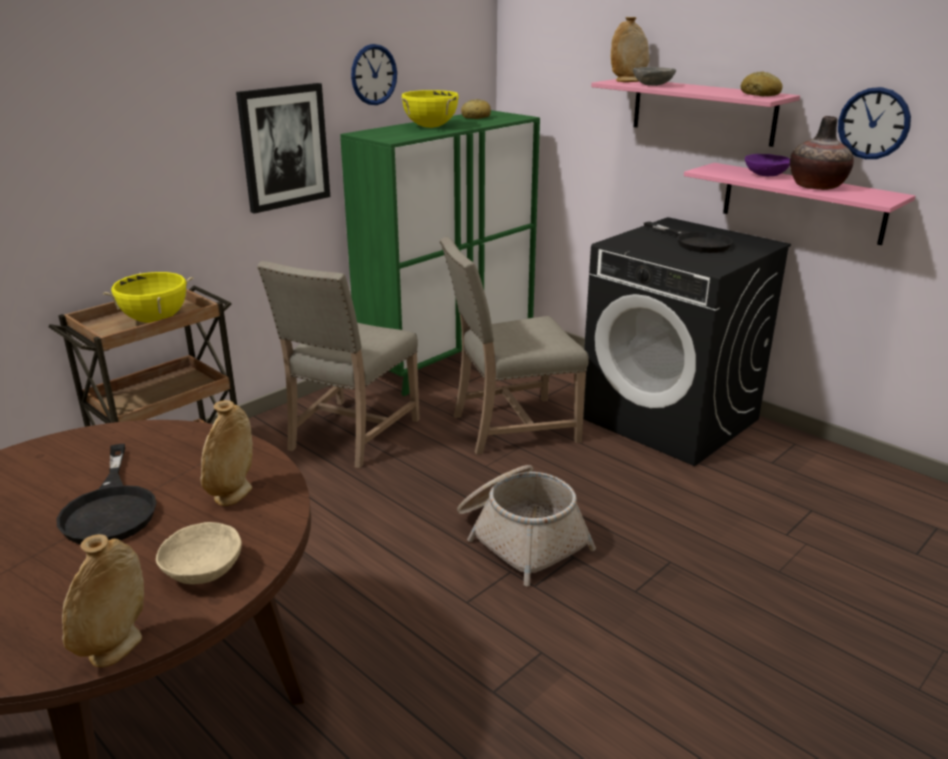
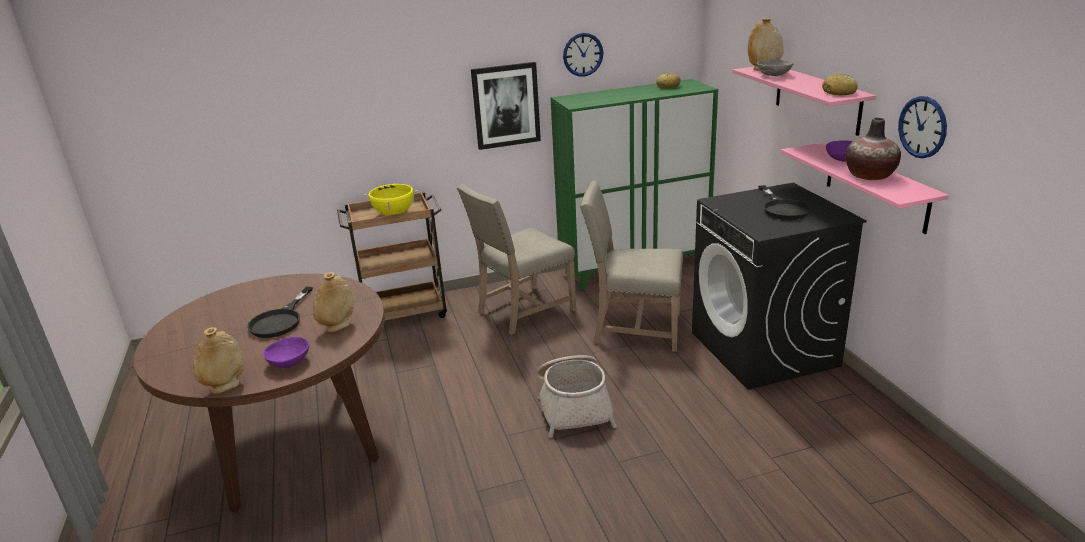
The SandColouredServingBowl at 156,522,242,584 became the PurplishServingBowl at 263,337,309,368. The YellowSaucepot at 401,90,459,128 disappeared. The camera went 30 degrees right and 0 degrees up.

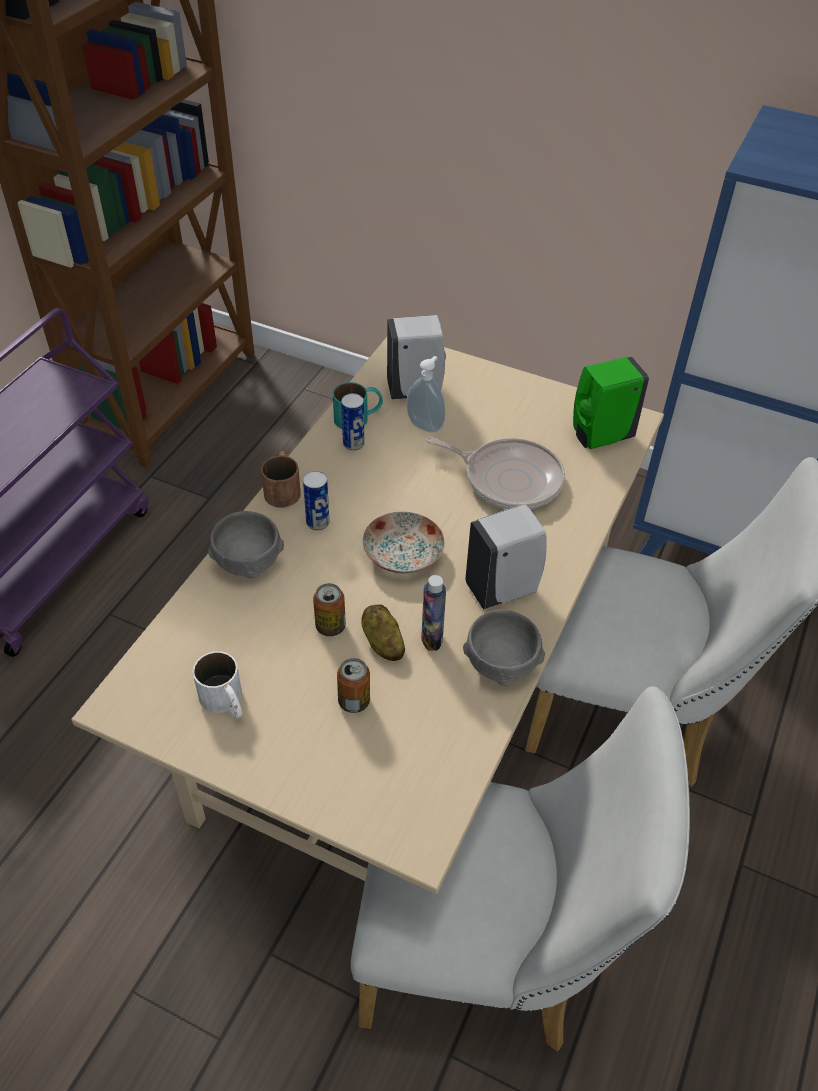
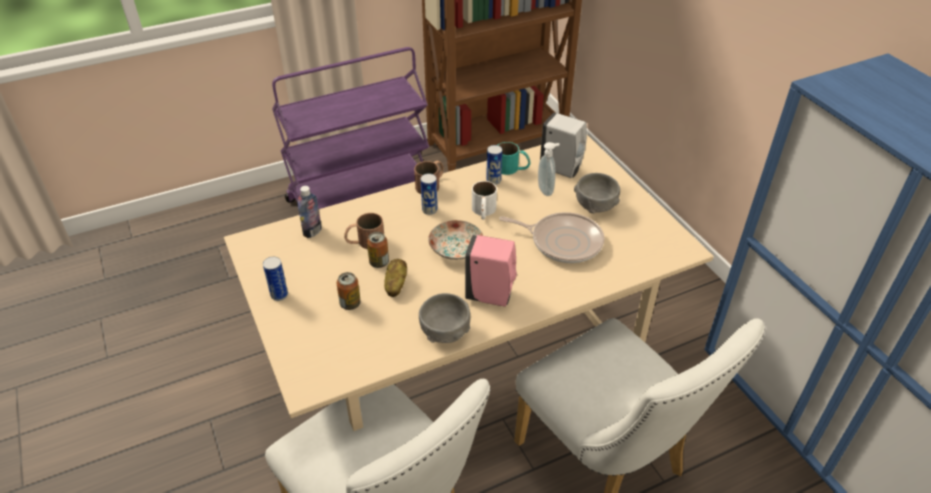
The WhitishTeaMug moved from 193,651,242,719 to 472,181,497,220. The GreyServingBowl moved from 208,511,284,579 to 574,173,620,213. The BeverageBottle moved from 421,575,446,651 to 297,186,322,238. The Skillet at 425,437,565,509 turned 45 degrees counterclockwise. The WhitishSoapBottle at 465,504,546,609 became the PinkColouredSoapBottle at 465,235,517,307. The GreenishSoapBottle at 573,357,649,449 disappeared. The SealedCan at 263,257,288,301 appeared. The BrownColouredTeaMug at 344,213,384,249 appeared. The camera went 40 degrees right and 5 degrees down.

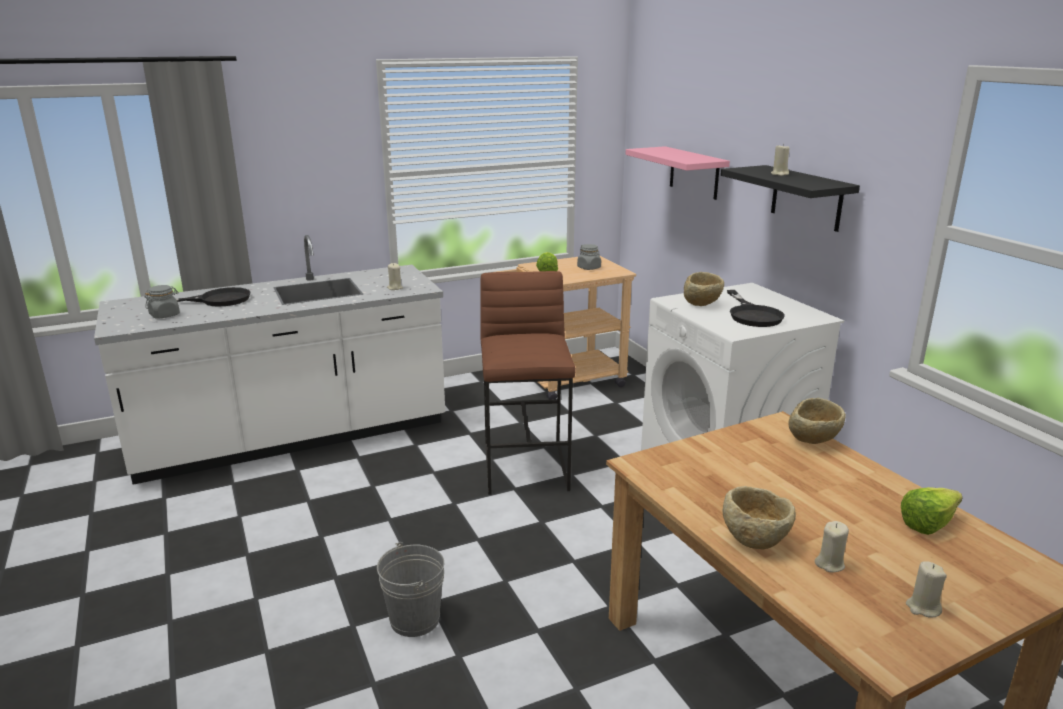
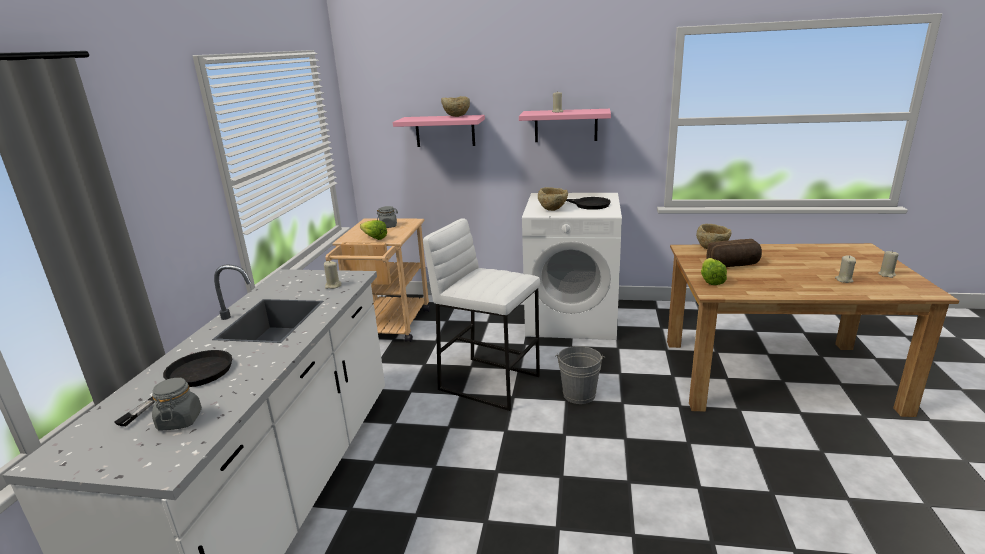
The GreyPail moved from 377,542,444,637 to 555,346,605,404. The BrownColouredStoolSeat at 480,271,576,495 became the WhitishStoolSeat at 423,218,540,411. The BlackShelf at 721,165,860,232 became the PinkColouredShelf at 519,109,611,142. The SandColouredServingBowl moved from 722,486,796,549 to 441,96,470,117. The Lettuce moved from 901,487,963,535 to 701,258,727,285. The Bread at 706,239,762,267 appeared. The camera went 55 degrees left and 0 degrees up.

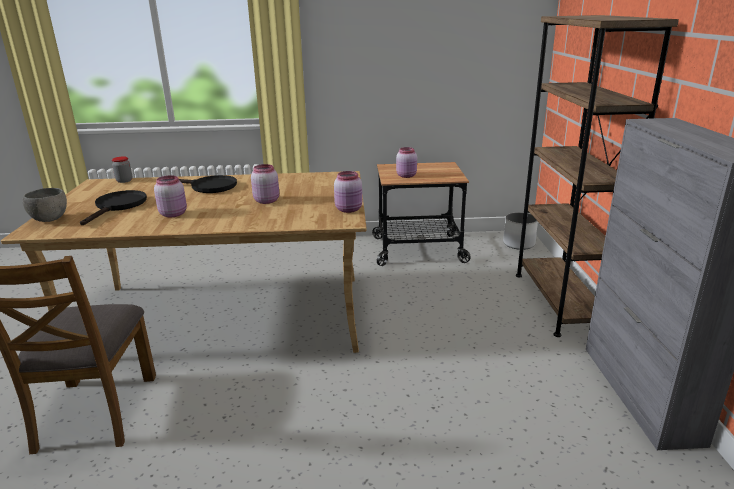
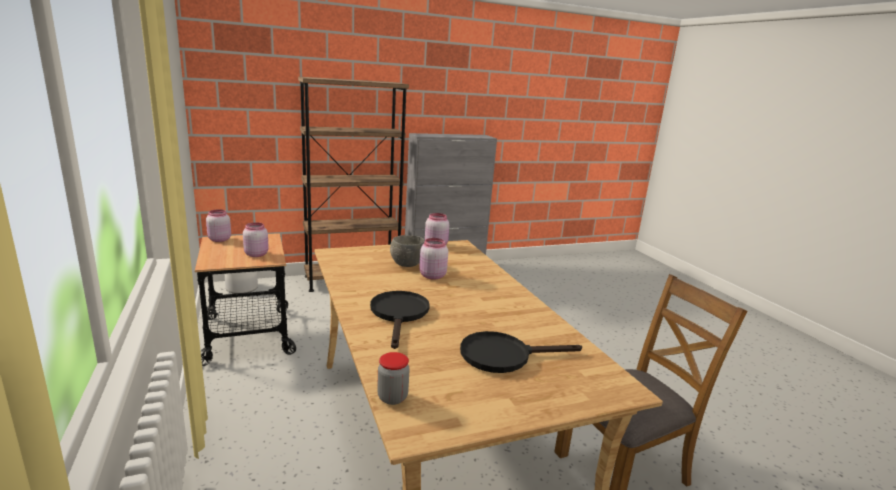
The GreyServingBowl moved from 23,188,67,222 to 390,235,425,267. The PinkColouredJar moved from 154,175,187,217 to 206,210,231,242. The camera went 110 degrees left and 5 degrees down.

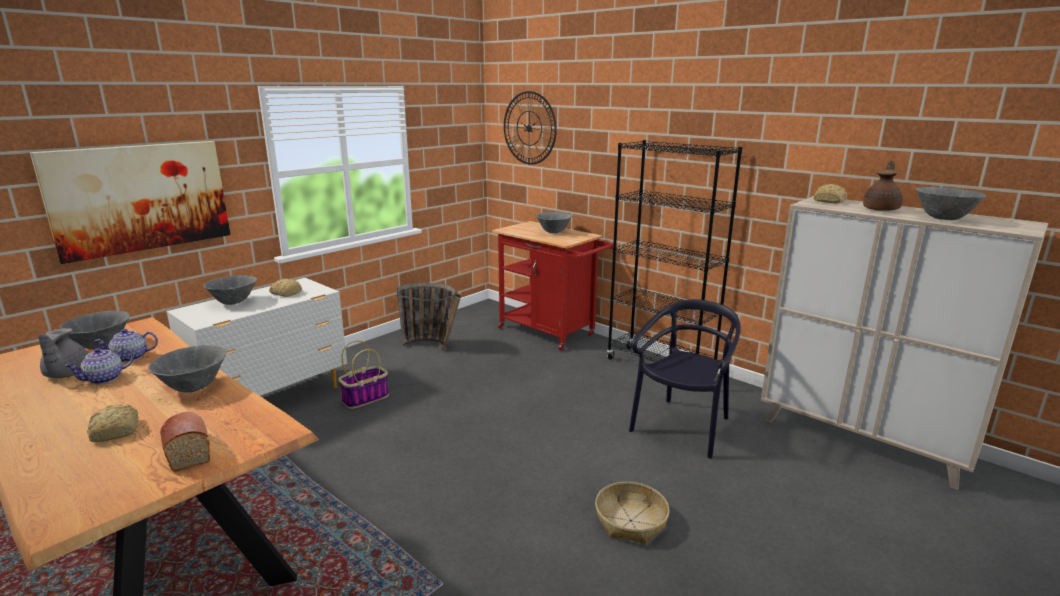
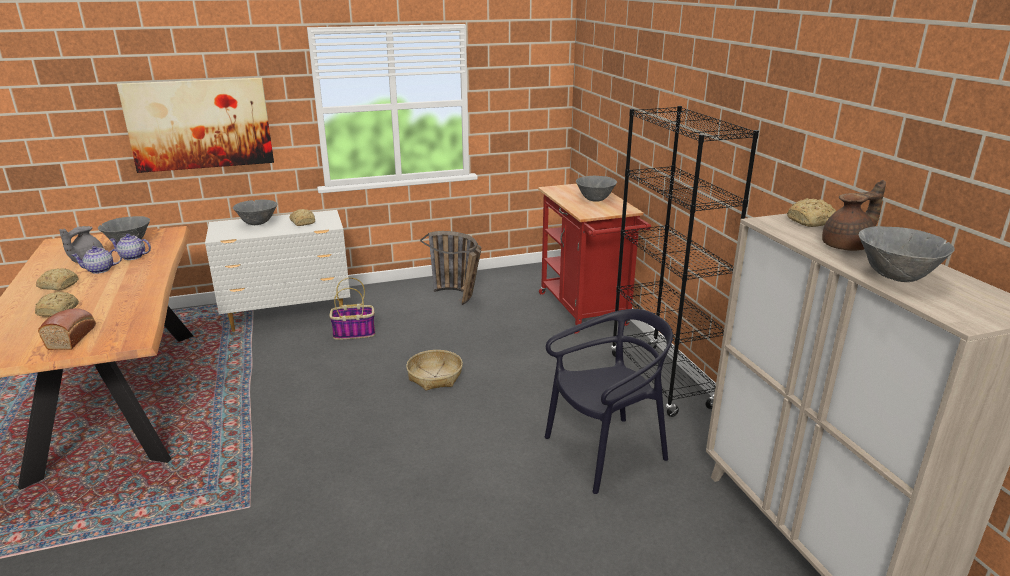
The GreyServingBowl at 148,345,226,393 disappeared. The WallClock at 504,91,557,165 disappeared. The Basket moved from 595,482,669,544 to 406,350,463,390. The Bread at 36,268,78,290 appeared. The camera went 30 degrees right and 5 degrees up.

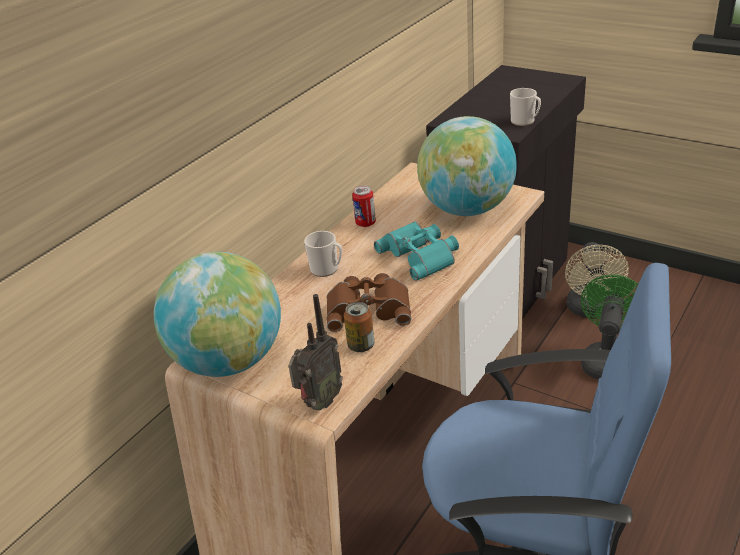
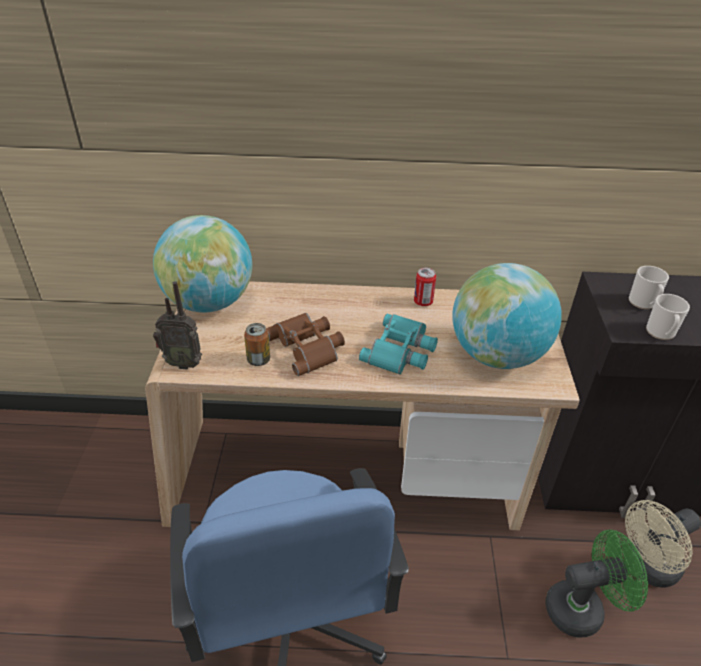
The TeaMug moved from 304,231,342,277 to 629,266,669,309. The camera went 55 degrees right and 5 degrees up.

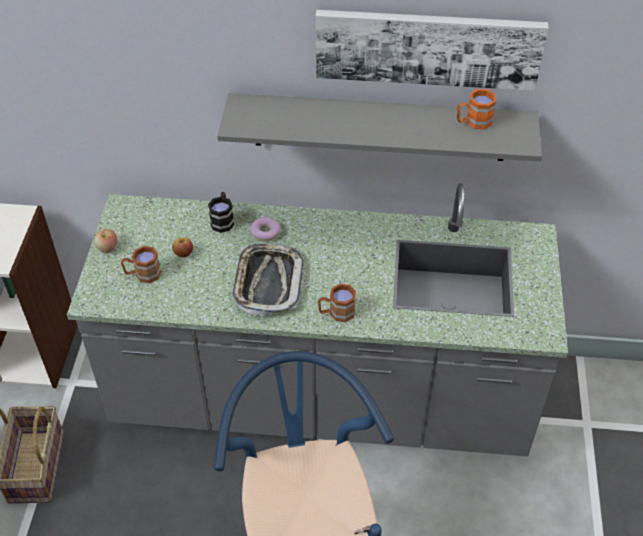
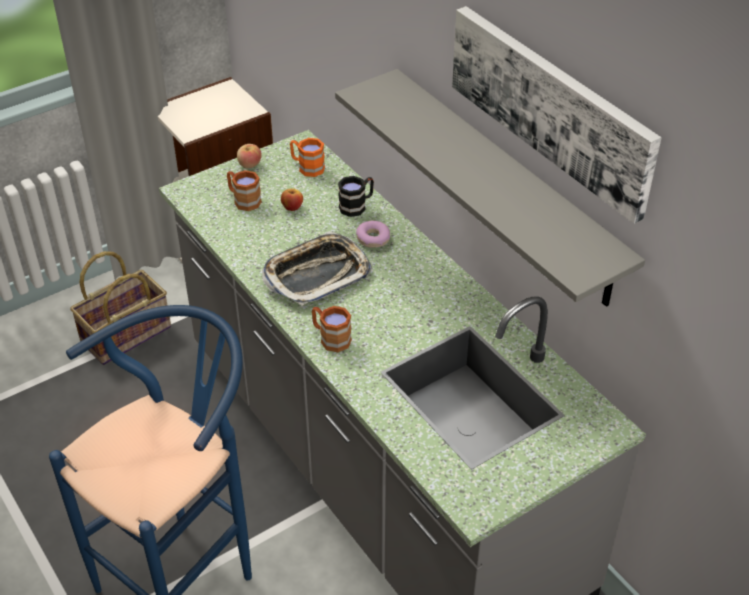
The OrangeTeaMug moved from 457,89,496,130 to 290,138,325,177. The camera went 50 degrees right and 5 degrees down.

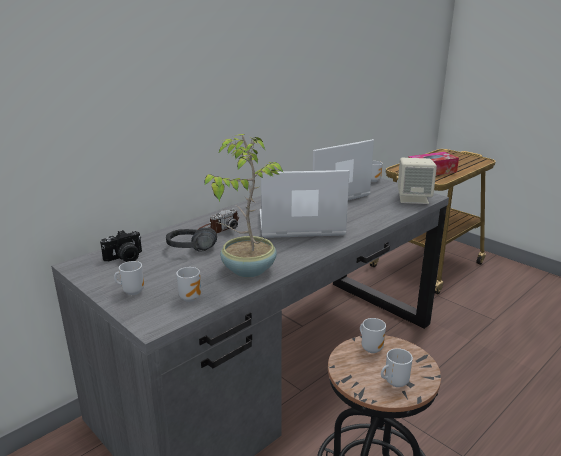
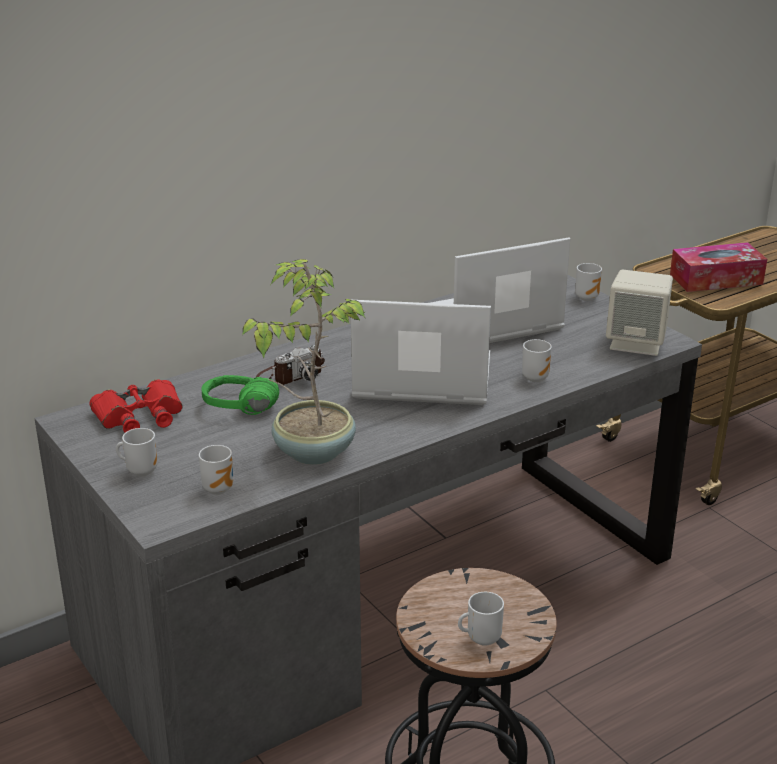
The StillCamera at 100,230,142,262 was replaced by the RedPairOfBinoculars at 89,379,183,433. The BlackHeadphones at 166,228,217,252 became the GreenishHeadphones at 201,375,279,415. The TeaMug moved from 360,318,386,353 to 522,339,552,382. The camera went 10 degrees right and 5 degrees up.

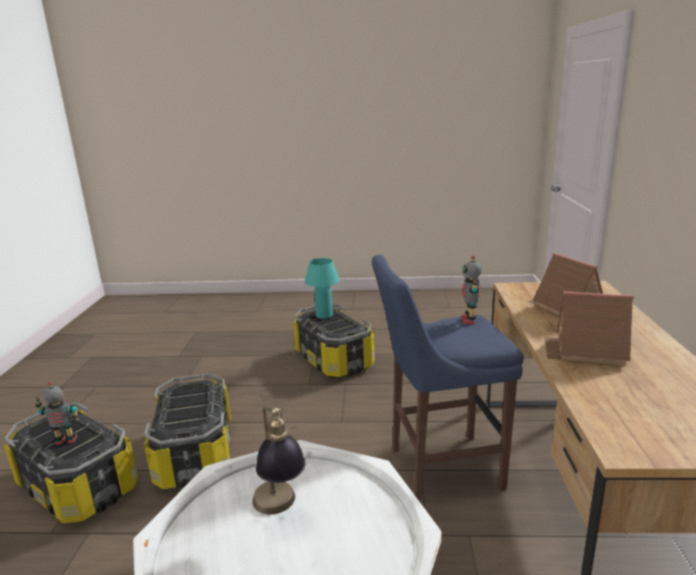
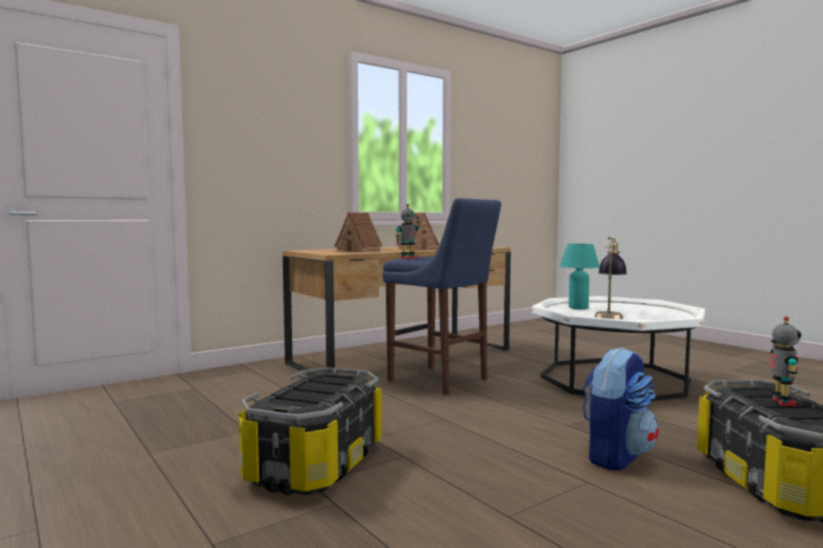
The ToyRobot at 35,382,79,445 turned 120 degrees counterclockwise. The StorageContainer at 144,374,231,489 was replaced by the Rucksack at 583,347,659,470. The TurquoiseColouredTableLamp moved from 305,258,339,319 to 560,244,600,309. The camera went 130 degrees left and 15 degrees down.

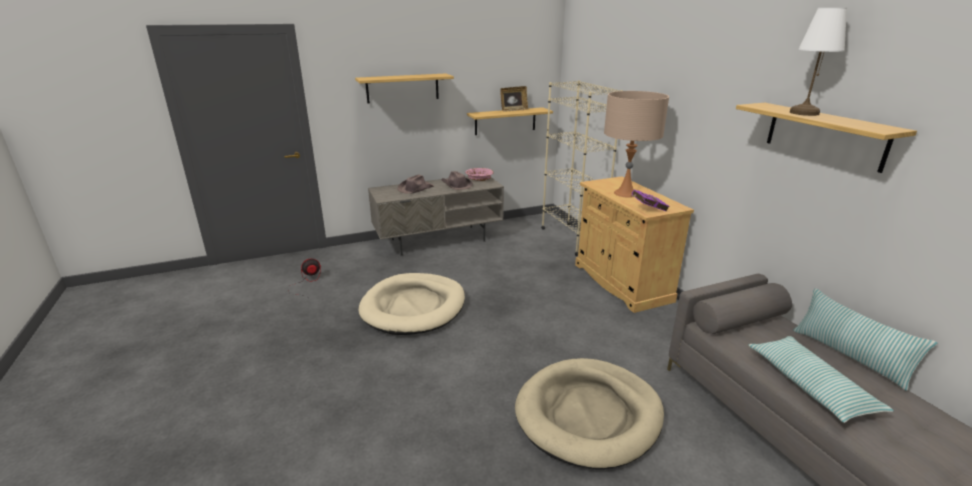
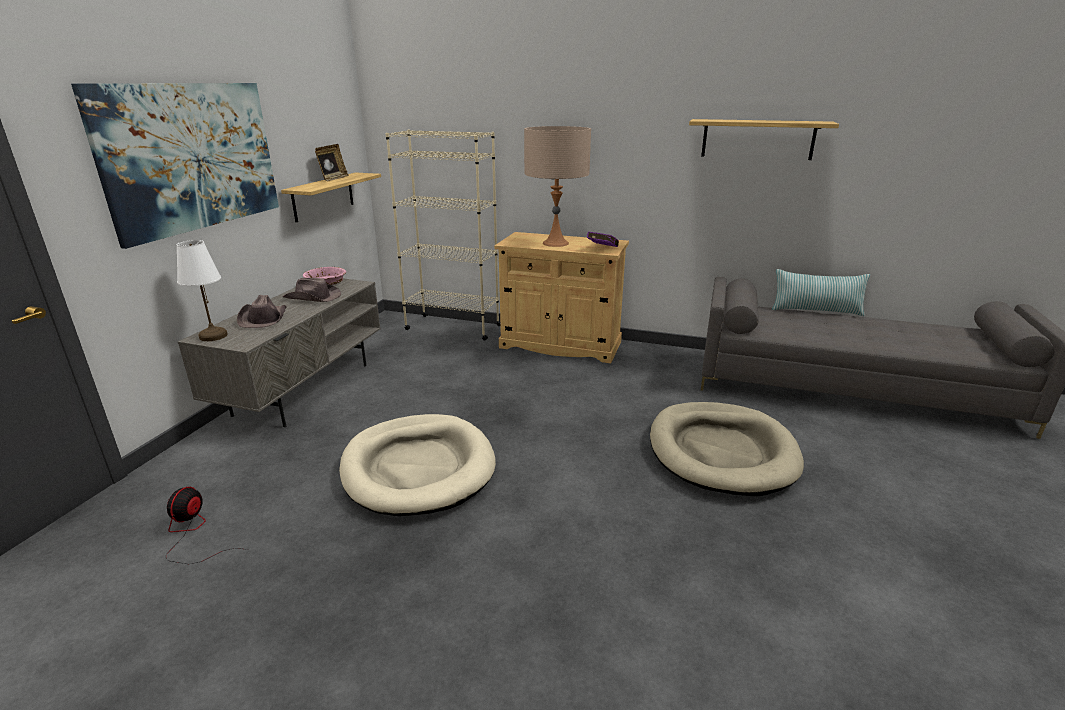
The Shelf at 355,74,454,103 was replaced by the Picture at 71,83,279,249. The ThrowPillow at 748,336,894,423 disappeared. The WhitishTableLamp moved from 790,8,847,116 to 176,240,228,341. The camera went 50 degrees left and 0 degrees up.

